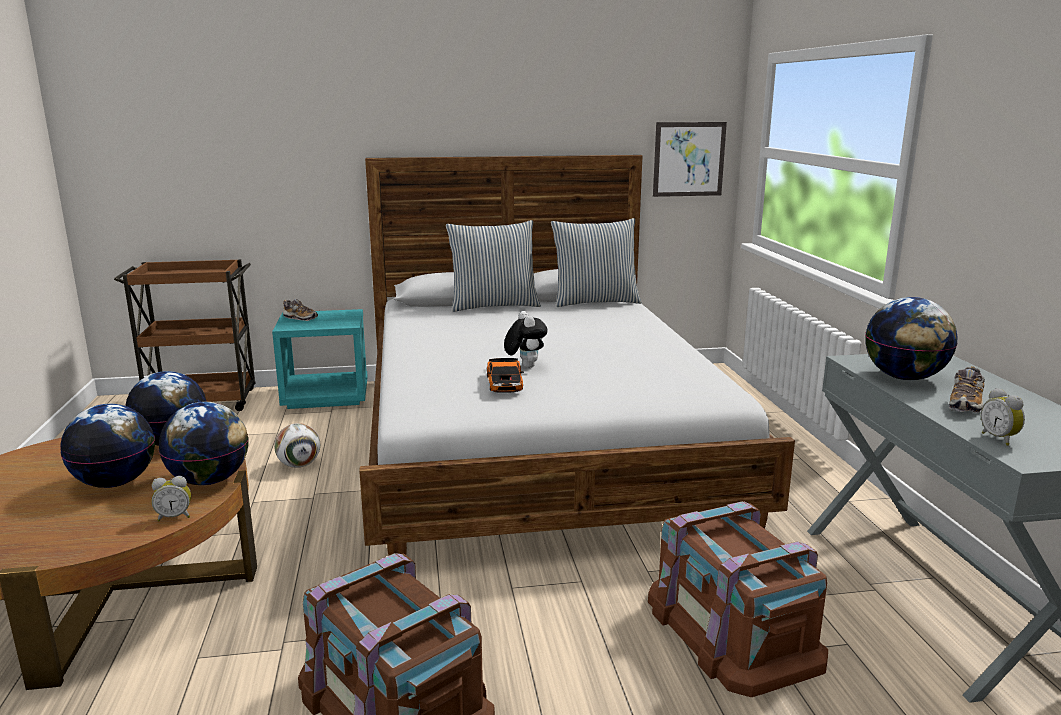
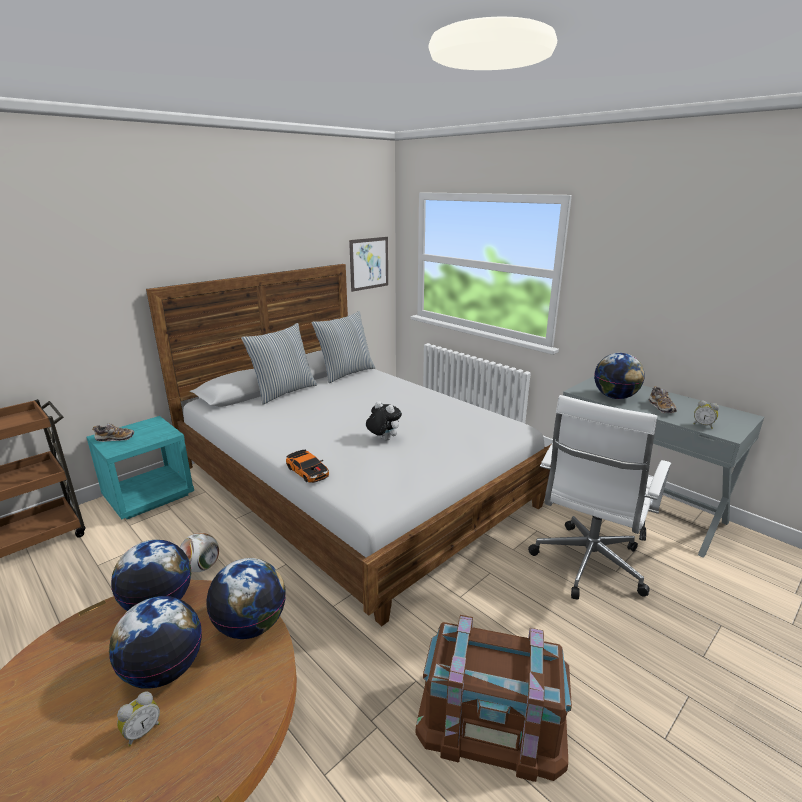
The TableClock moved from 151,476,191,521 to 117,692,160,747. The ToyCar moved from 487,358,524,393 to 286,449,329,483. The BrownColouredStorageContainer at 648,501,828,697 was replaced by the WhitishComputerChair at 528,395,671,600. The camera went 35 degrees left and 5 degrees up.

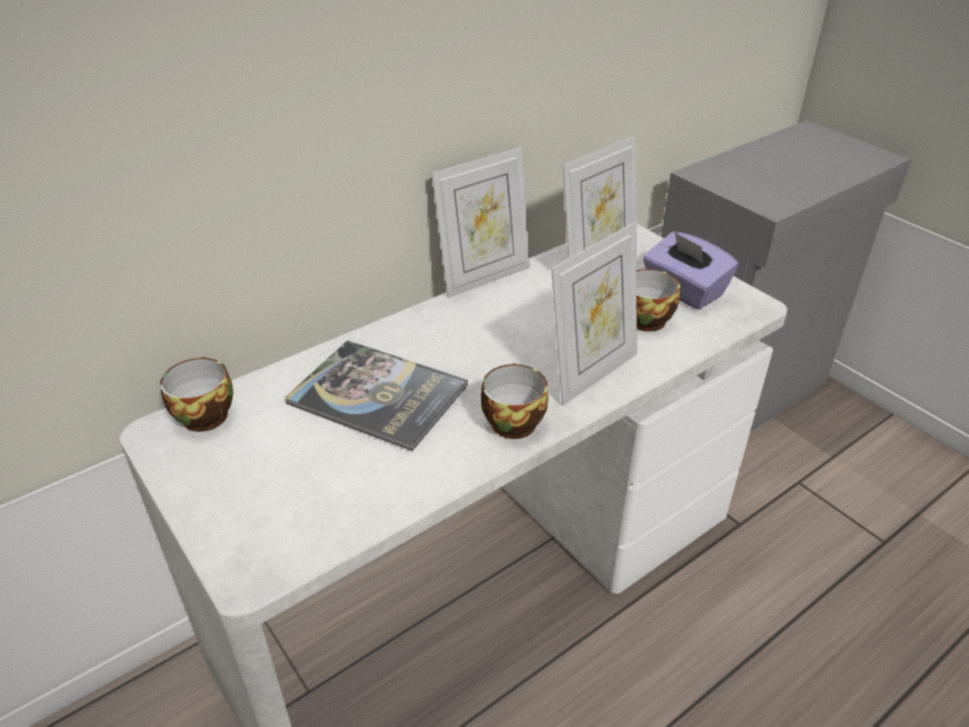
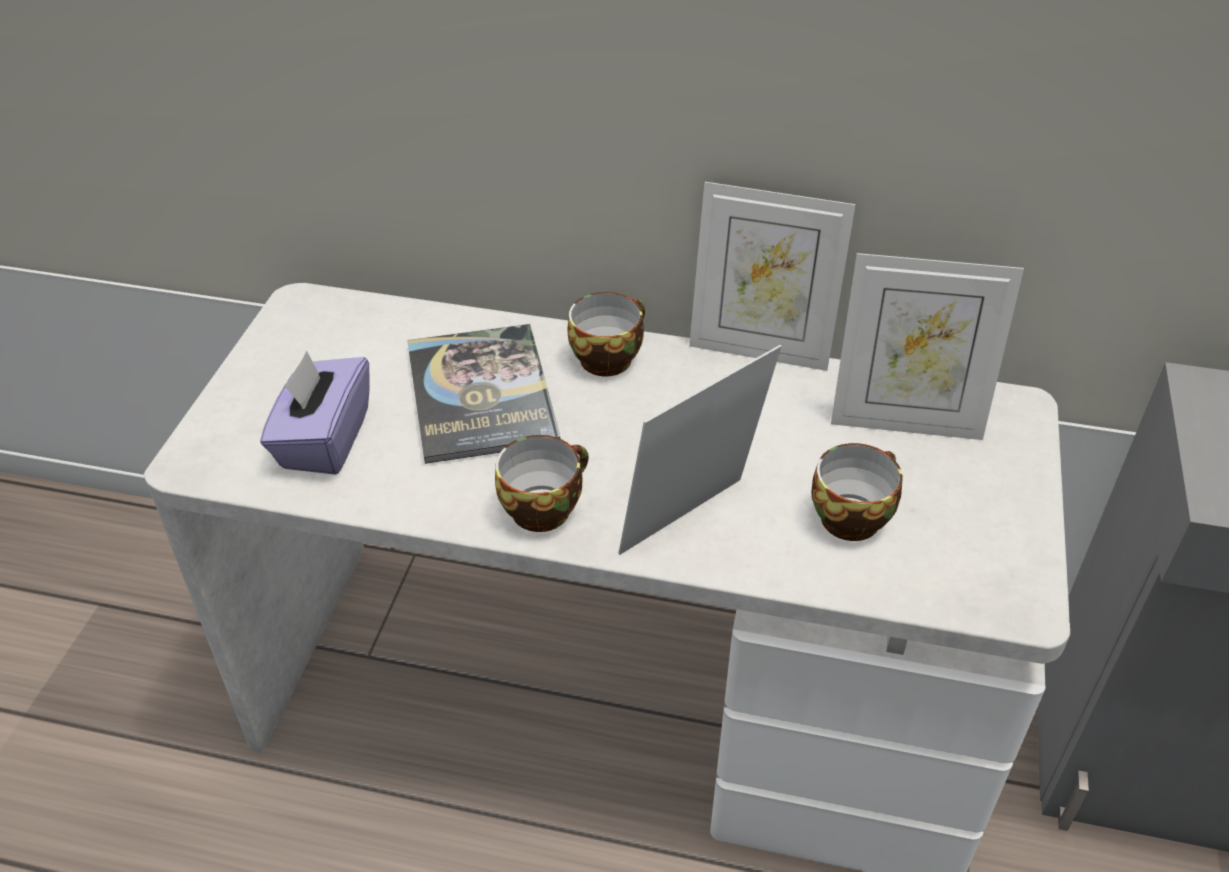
The Cup moved from 160,357,233,432 to 567,292,645,376. The PhotoFrame at 551,223,637,405 turned 135 degrees clockwise. The PurplishTissueHolder moved from 643,232,738,310 to 260,351,370,475. The camera went 50 degrees right and 5 degrees up.

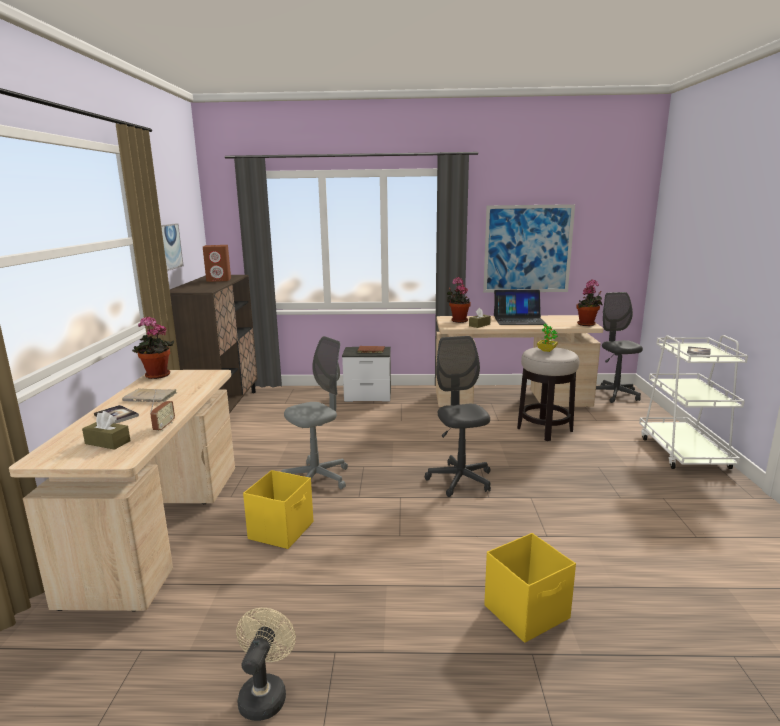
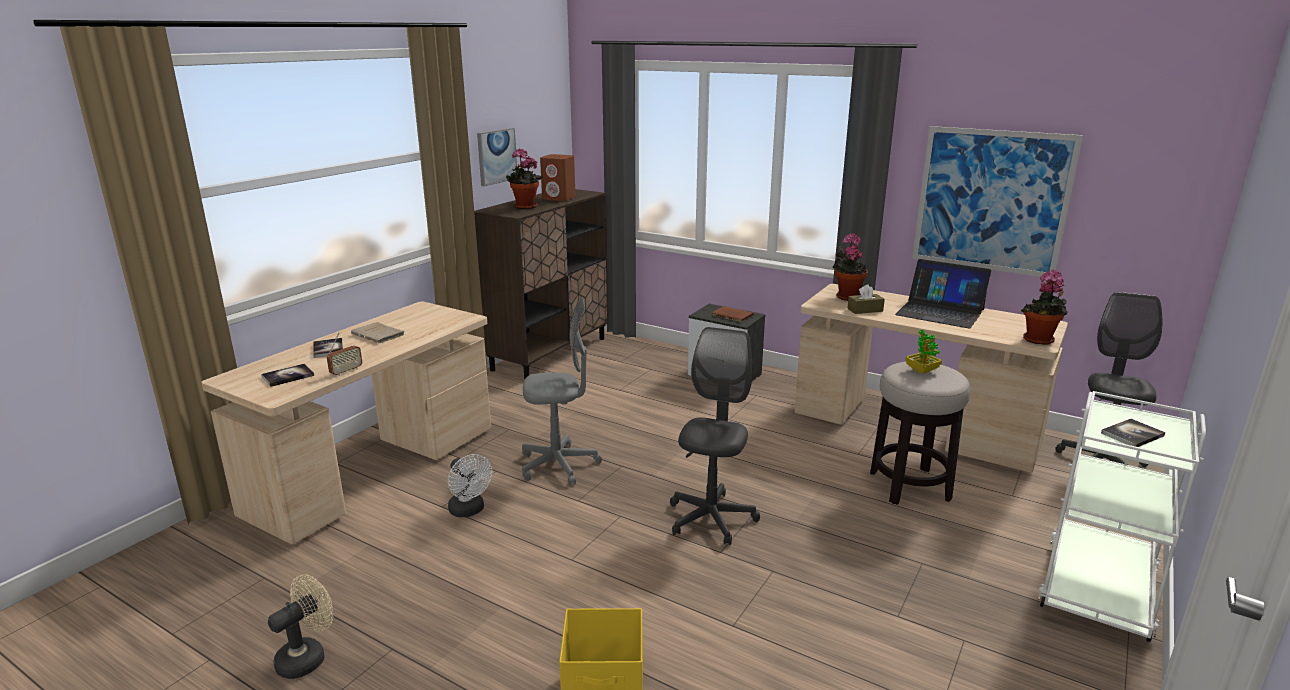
The BrownColouredTissueHolder at 82,411,131,450 was replaced by the Volume at 261,364,314,387. The Houseplant moved from 132,316,174,379 to 506,148,543,209. The YellowStorageContainer at 243,470,313,549 was replaced by the WhitishElectricFan at 448,454,492,517. The camera went 30 degrees right and 5 degrees up.

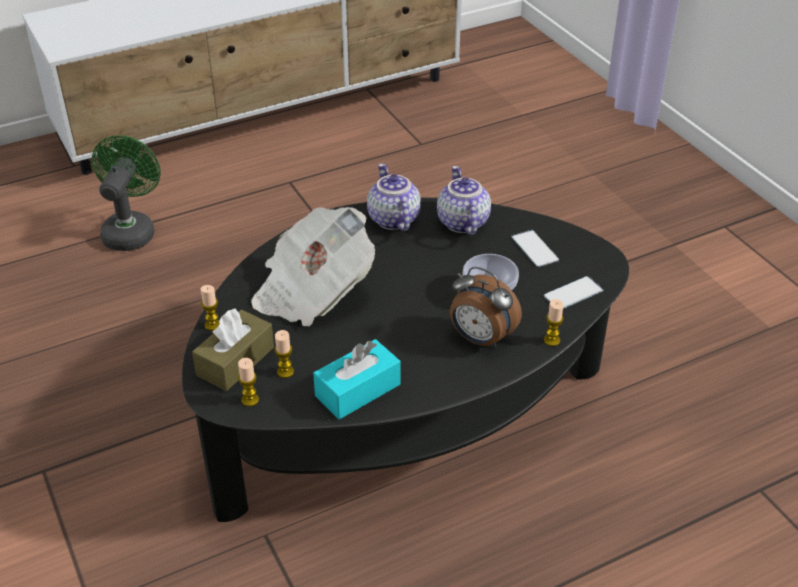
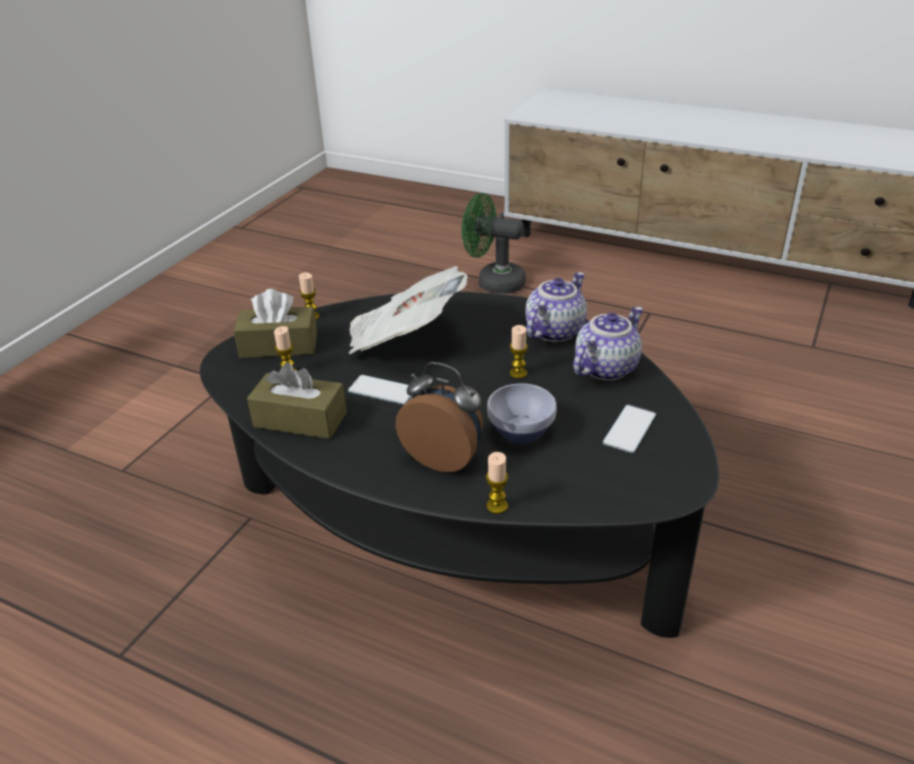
The GreenishElectricFan at 92,135,161,251 turned 135 degrees counterclockwise. The WaxCandle moved from 238,358,259,406 to 510,325,528,378. The TurquoiseColouredTissueHolder at 313,339,400,419 became the BrownColouredTissueHolder at 247,362,347,439. The TableClock at 450,267,522,348 turned 120 degrees clockwise. The Telephone moved from 544,276,604,309 to 348,375,413,405. The camera went 55 degrees right and 5 degrees down.

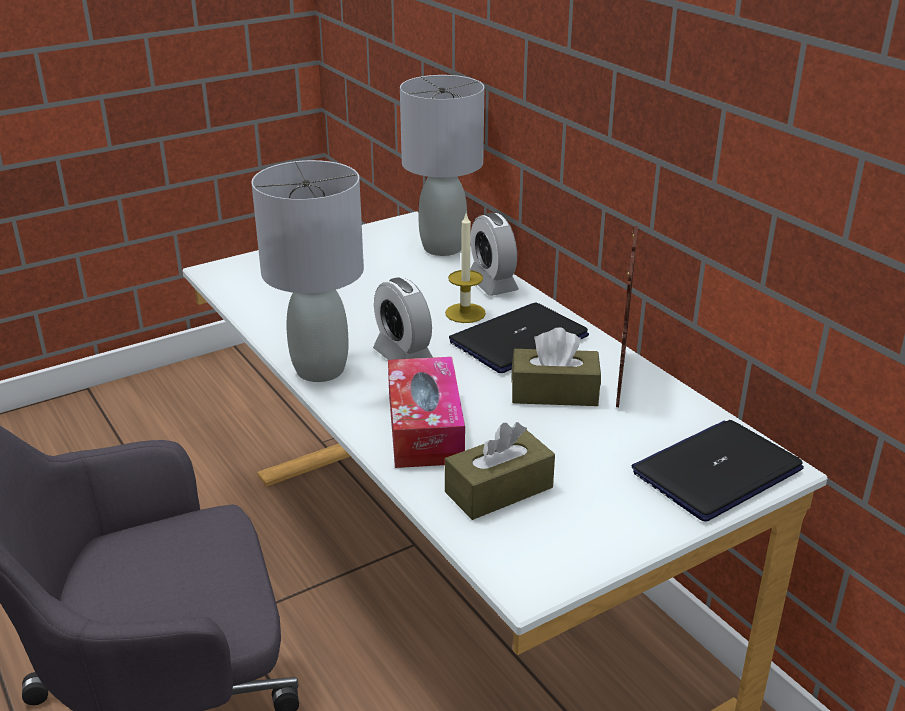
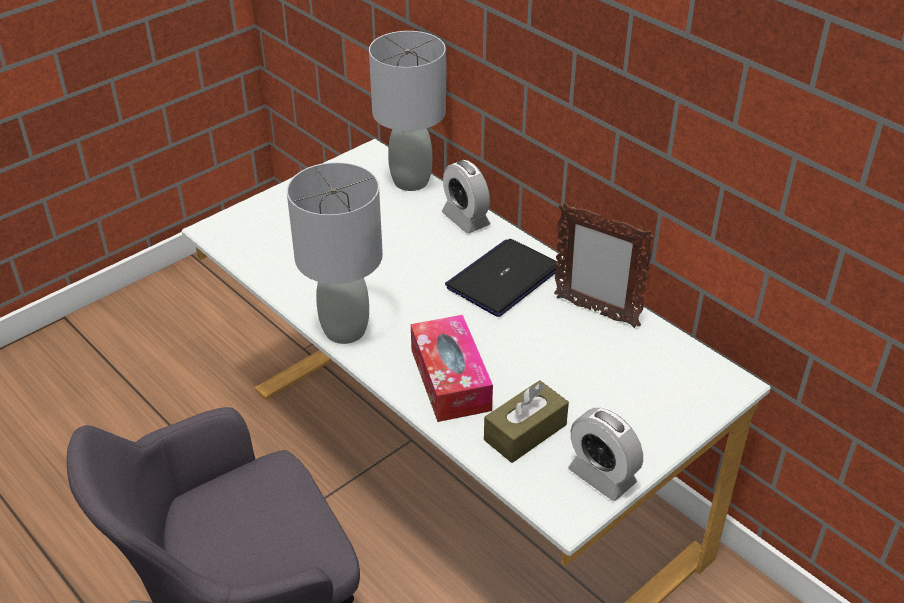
The TableClock moved from 373,277,433,360 to 568,408,643,501. The WaxCandle at 445,212,486,323 disappeared. The BrownColouredTissueHolder at 511,328,601,406 disappeared. The PhotoFrame at 616,226,638,407 turned 120 degrees clockwise. The NotebookComputer at 632,420,804,522 disappeared. The camera went 10 degrees left and 10 degrees up.

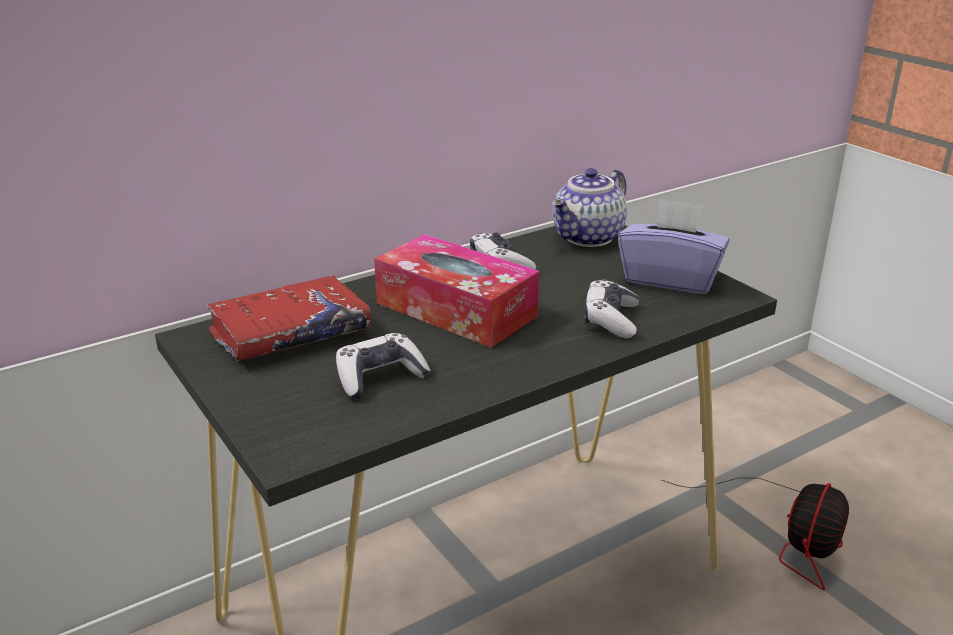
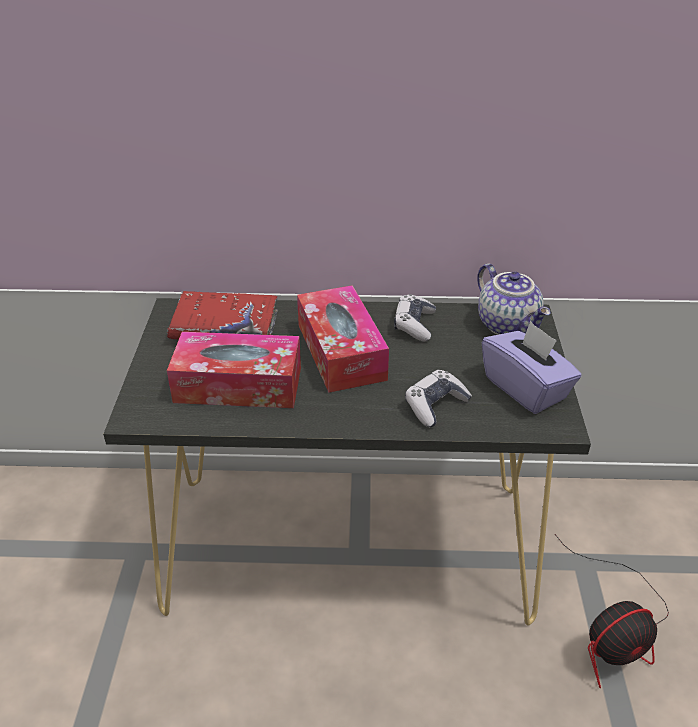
The Gamepad at 336,333,431,399 was replaced by the TissueHolder at 167,332,301,408. The Teapot at 552,168,627,247 turned 105 degrees counterclockwise. The camera went 35 degrees right and 10 degrees up.

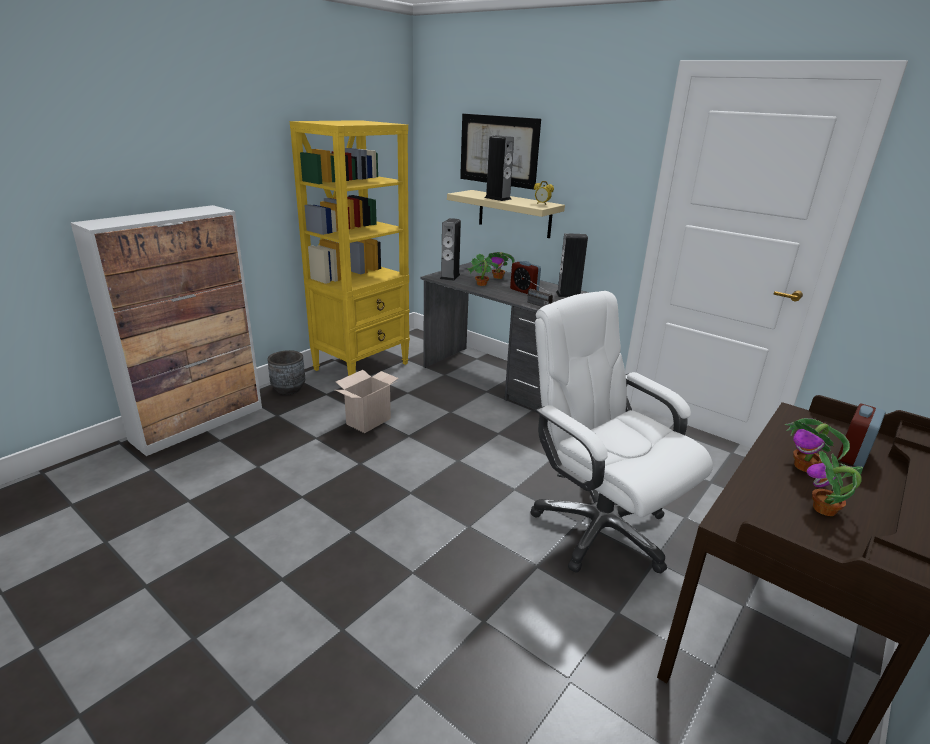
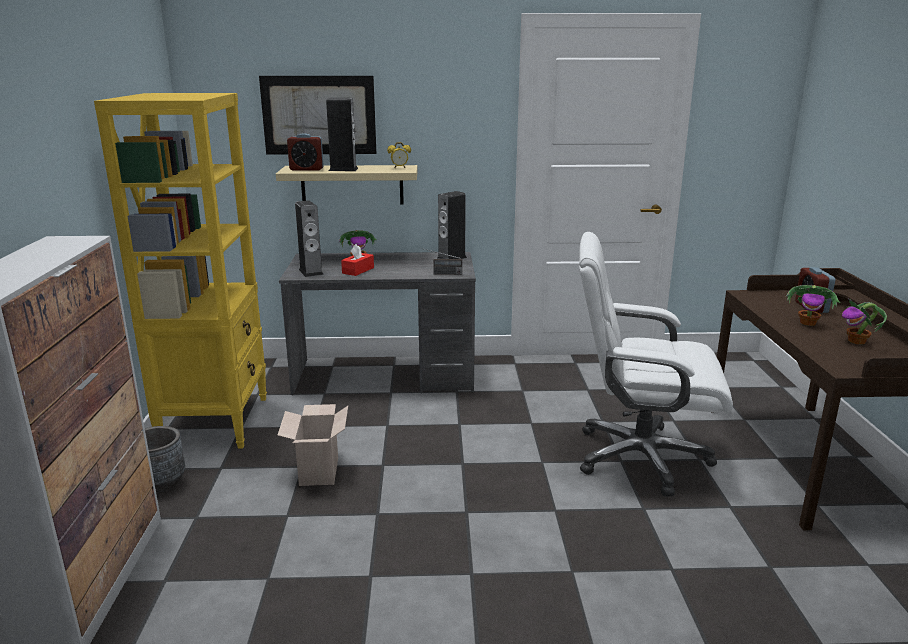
The Houseplant at 467,253,499,286 was replaced by the RedTissueHolder at 341,244,374,276. The TableClock moved from 510,261,541,294 to 287,133,324,171. The camera went 40 degrees left and 5 degrees down.

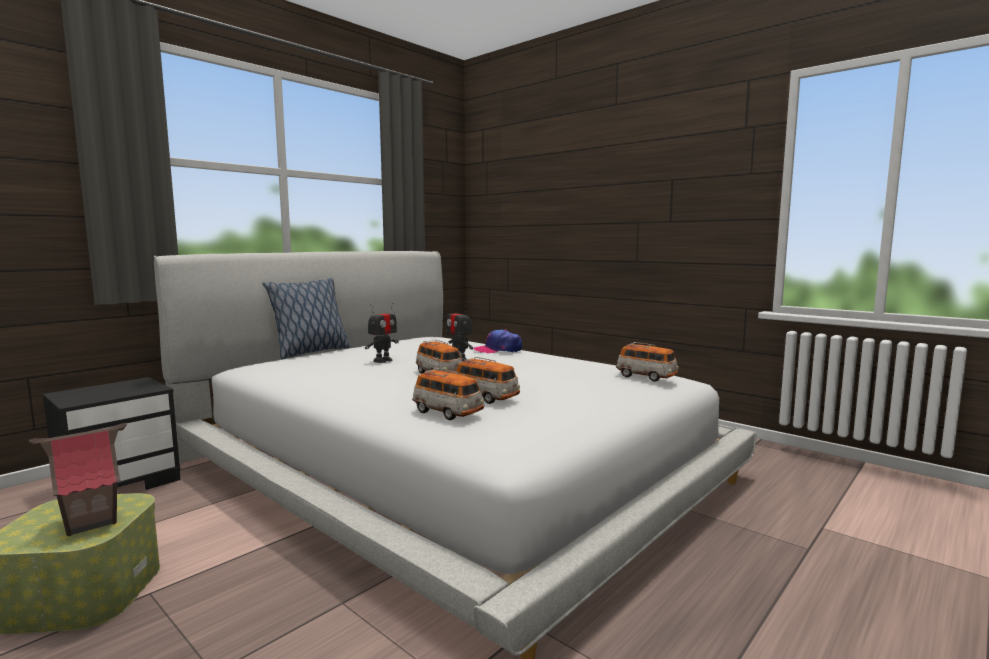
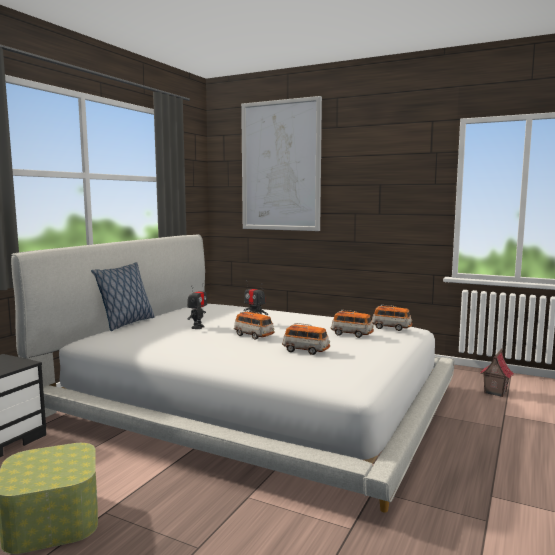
The MiniatureHouse moved from 29,423,127,536 to 480,348,514,397. The ToyCar moved from 412,368,484,420 to 331,310,374,338. The PeakedCap at 474,329,522,353 disappeared. The Picture at 241,96,322,231 appeared. The camera went 15 degrees left and 0 degrees up.

